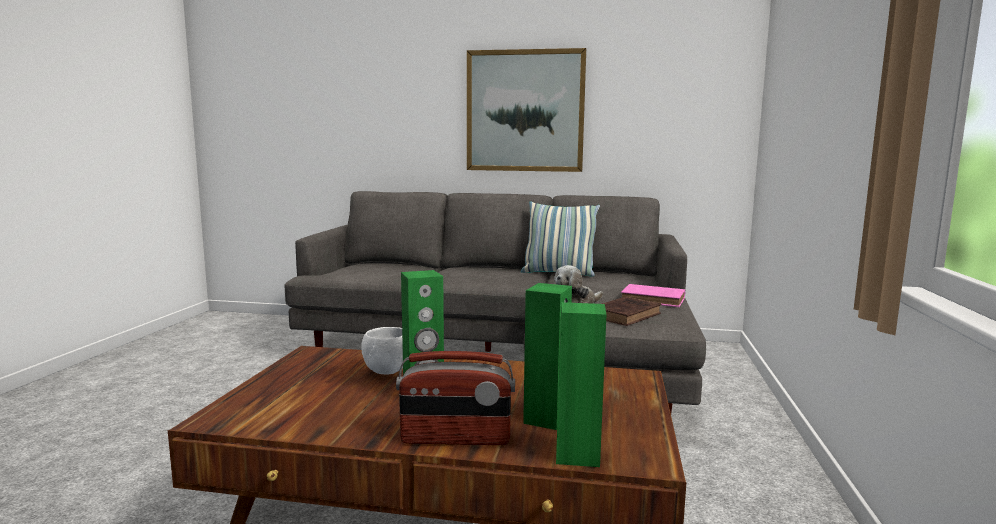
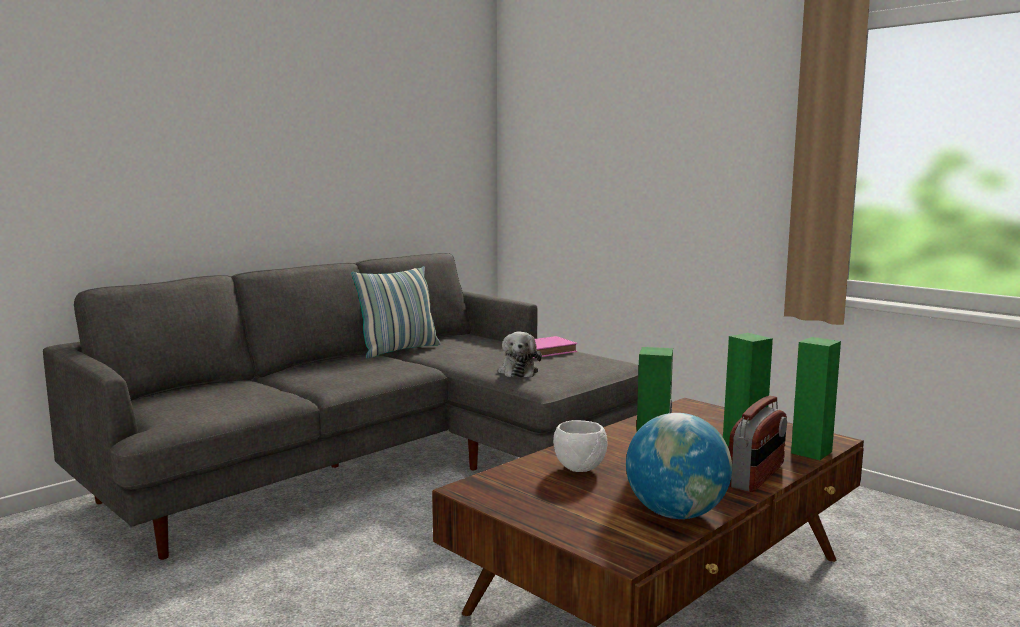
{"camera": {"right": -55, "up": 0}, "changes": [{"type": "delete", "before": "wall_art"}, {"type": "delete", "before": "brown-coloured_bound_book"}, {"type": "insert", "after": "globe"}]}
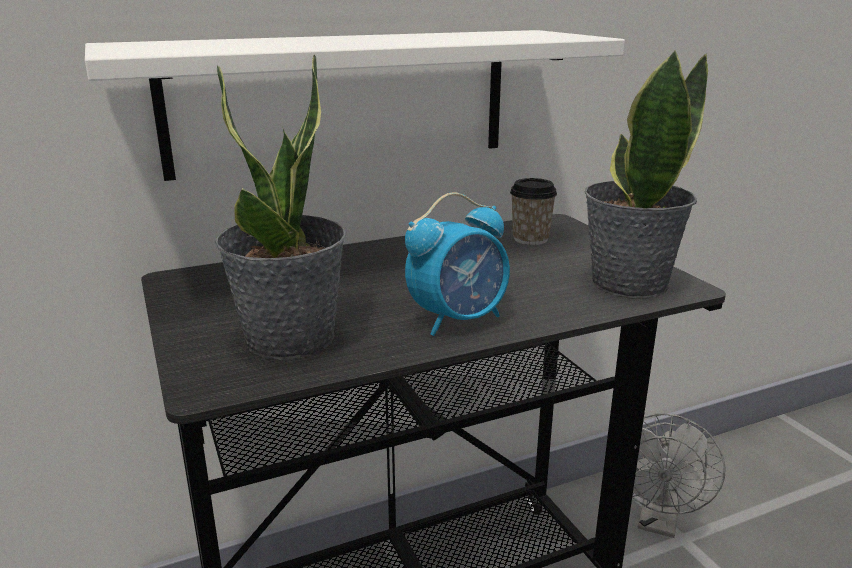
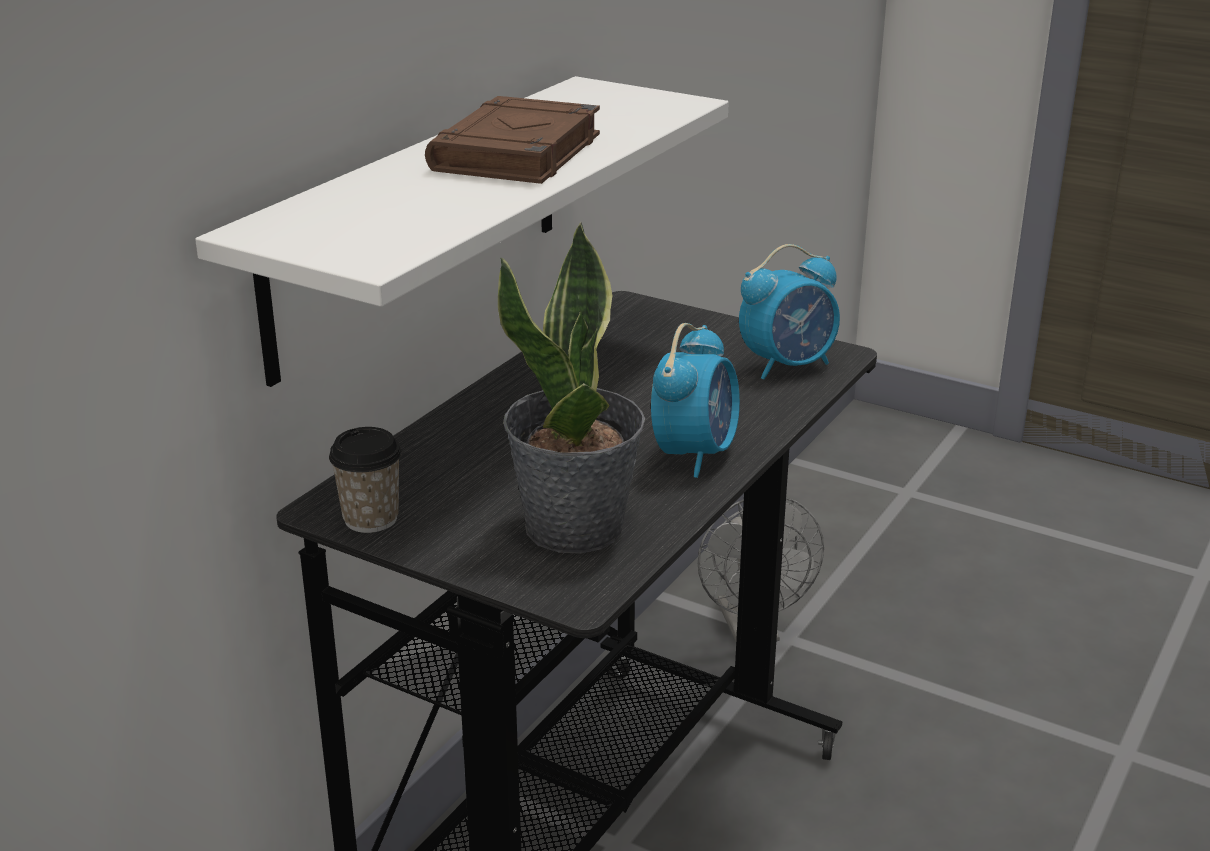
{"camera": {"right": -35, "up": 5}, "changes": [{"type": "insert", "after": "brown-coloured_bound_book"}, {"type": "move", "before": "cup"}, {"type": "replace", "before": "plant_in_a_pot (2nd from left)", "after": "bedside_clock (2nd from left)"}]}
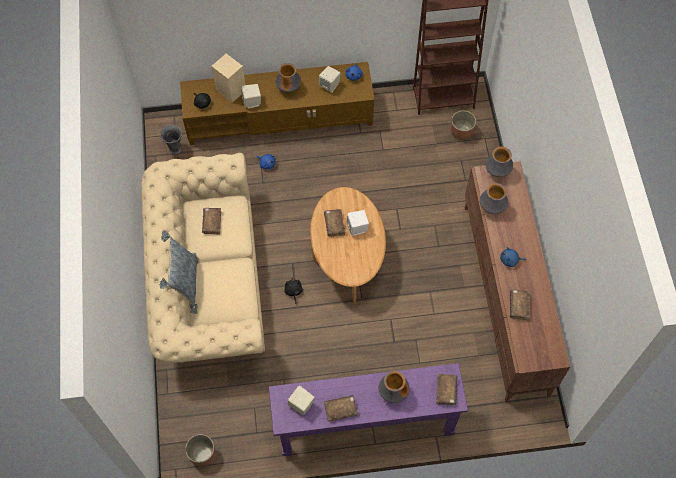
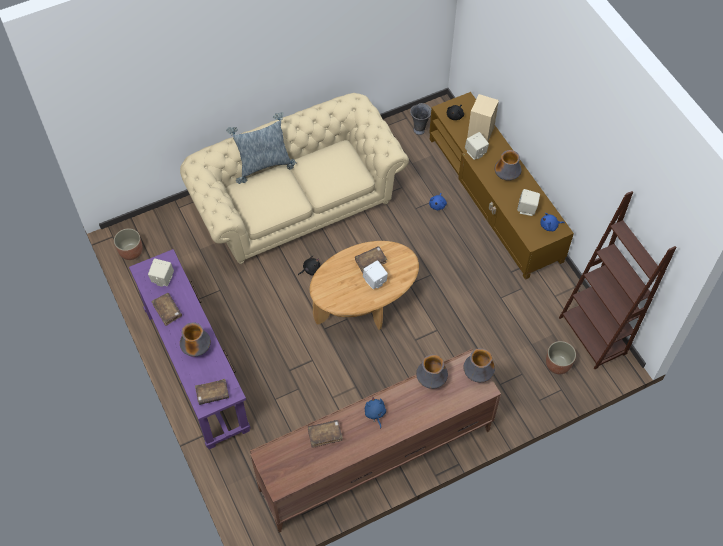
{"camera": {"right": 70, "up": -5}, "changes": [{"type": "delete", "before": "brown-coloured_bound_book (1st from left)"}]}
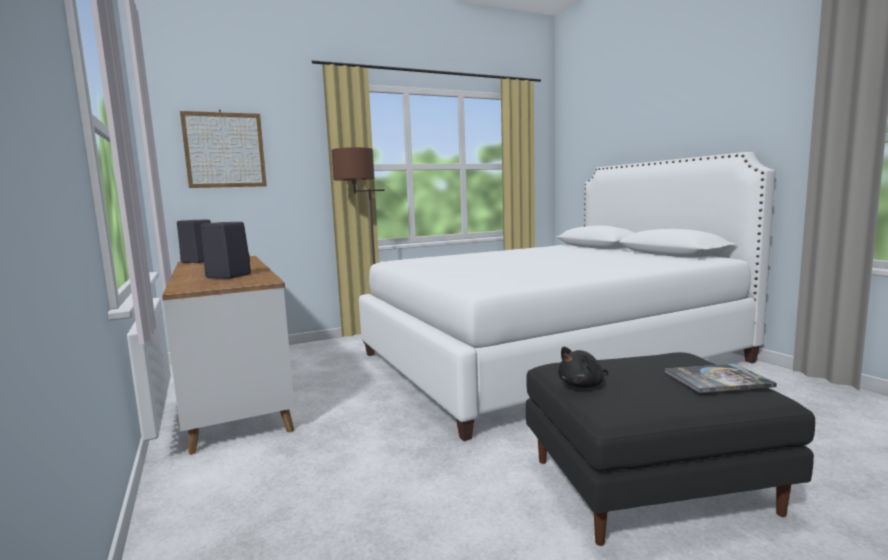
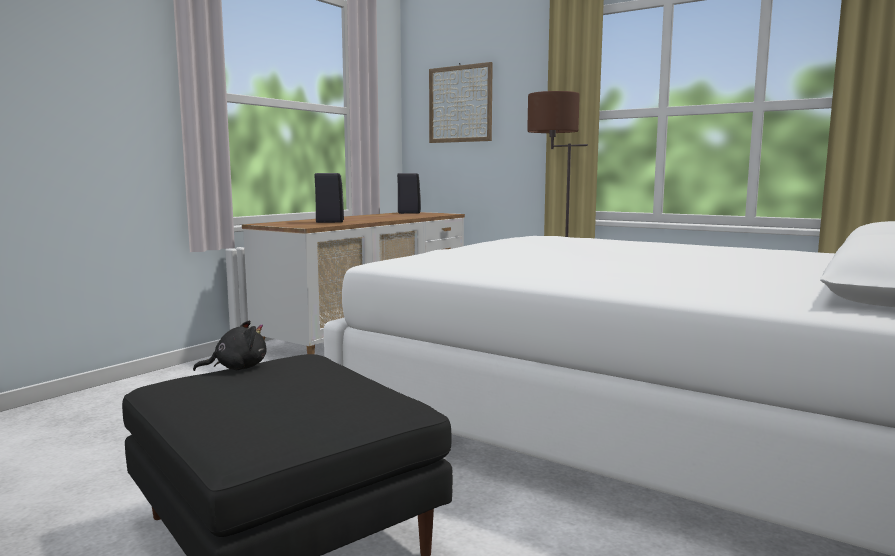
{"camera": {"right": 60, "up": 0}, "changes": [{"type": "delete", "before": "bound_book"}, {"type": "rotate", "before": "black-coloured_cuddly_toy", "turn": 120}]}
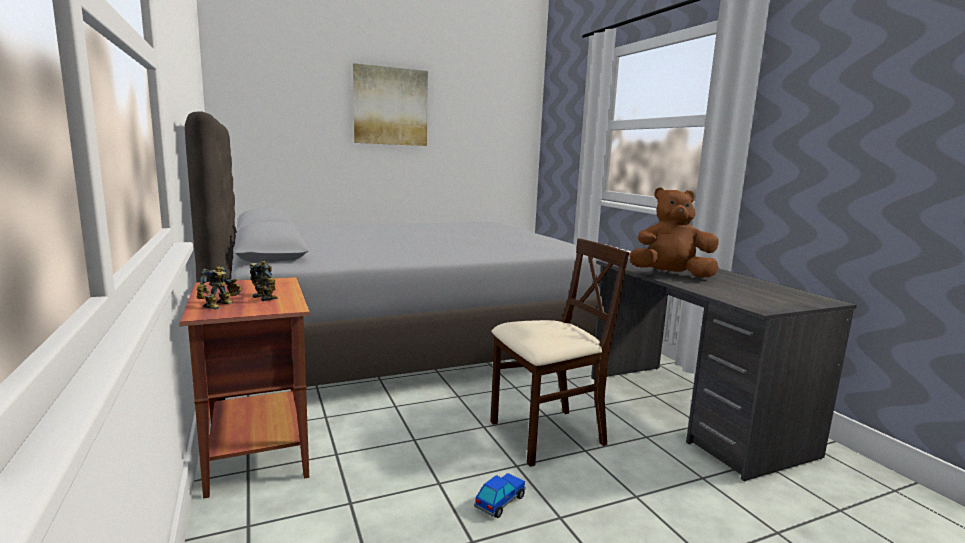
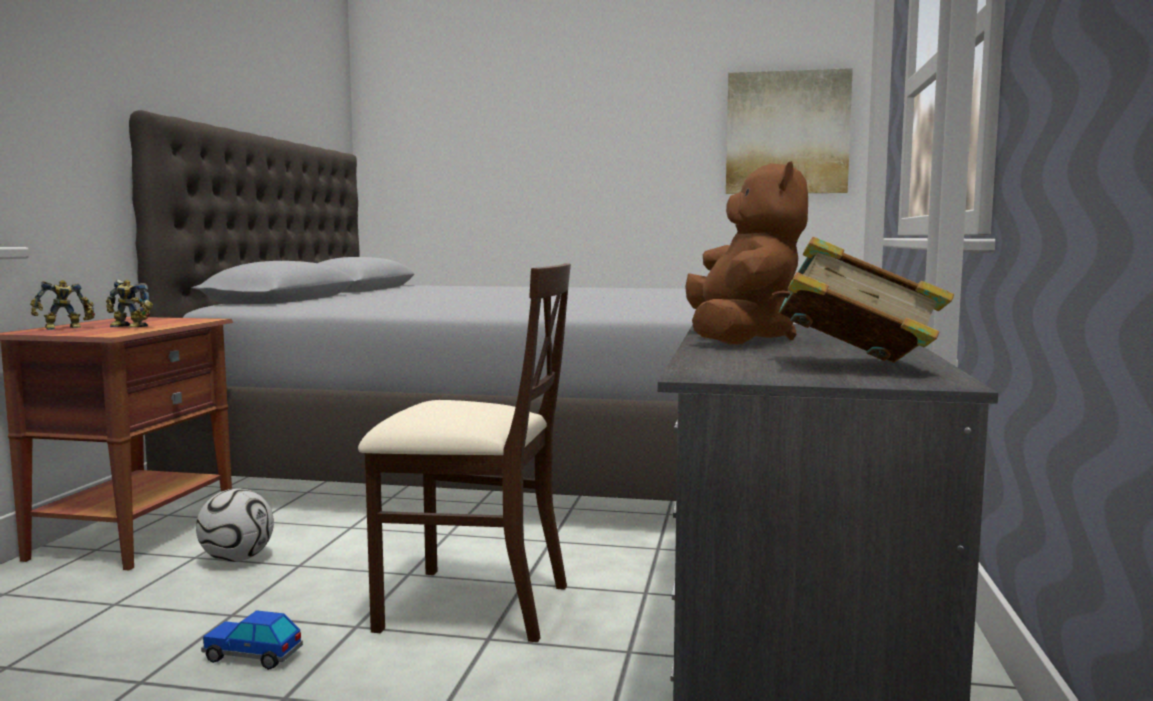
{"camera": {"right": 35, "up": -5}, "changes": [{"type": "insert", "after": "ball_for_football"}, {"type": "insert", "after": "bound_book"}, {"type": "move", "before": "wall_art"}, {"type": "rotate", "before": "model_robot (2nd from left)", "turn": 120}, {"type": "rotate", "before": "toy_car", "turn": -150}, {"type": "rotate", "before": "brown-coloured_cuddly_toy", "turn": 60}]}
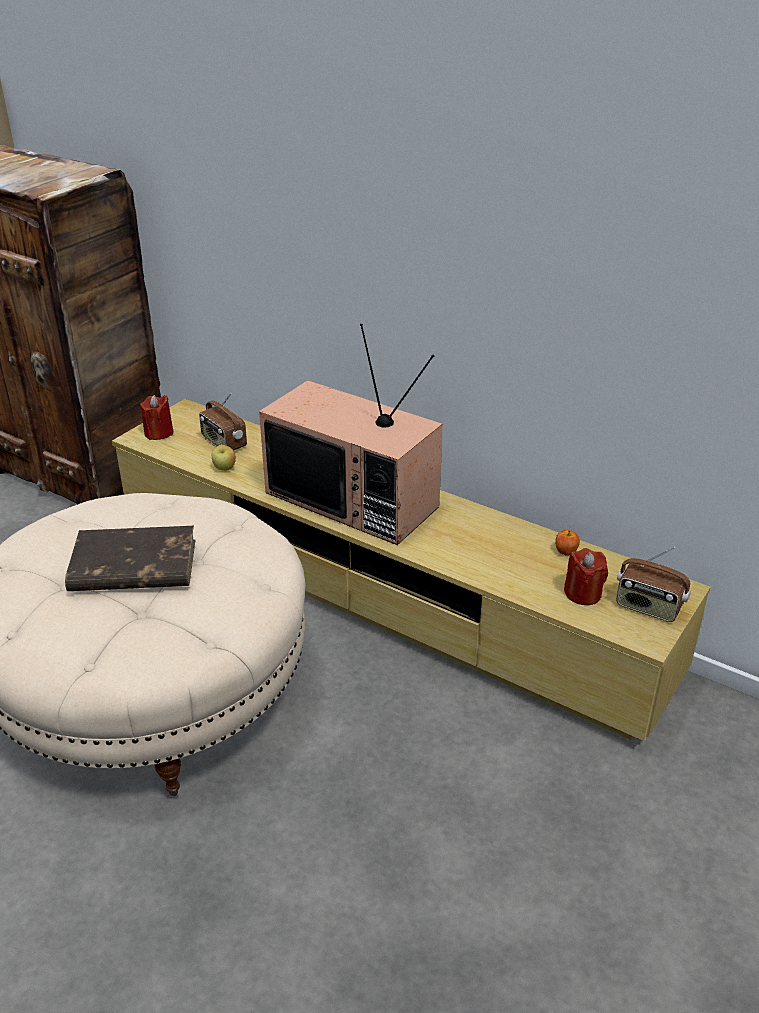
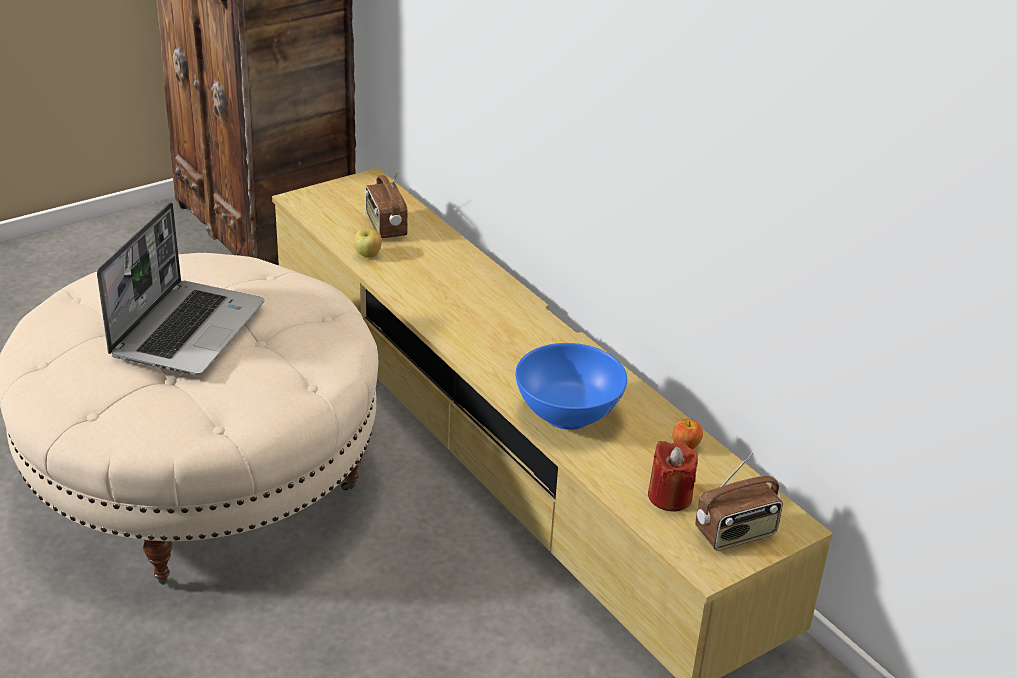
{"camera": {"right": 20, "up": 0}, "changes": [{"type": "delete", "before": "red_wax_candle (1st from left)"}, {"type": "delete", "before": "TV_set"}, {"type": "insert", "after": "blue-coloured_bowl"}, {"type": "replace", "before": "brown-coloured_bound_book", "after": "notebook_computer"}, {"type": "rotate", "before": "radio_set (2nd from left)", "turn": -75}]}
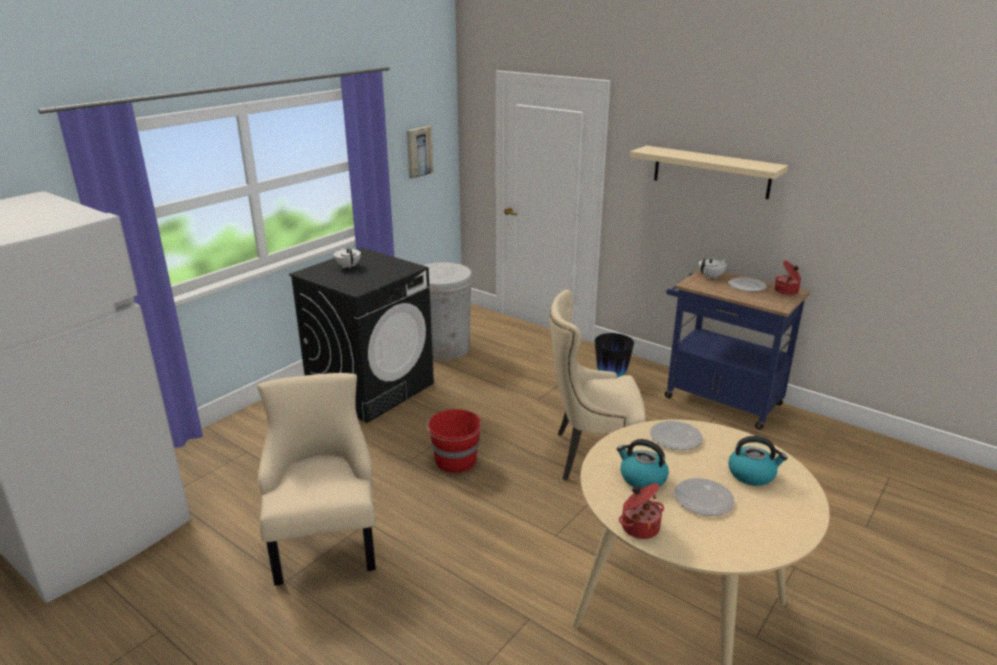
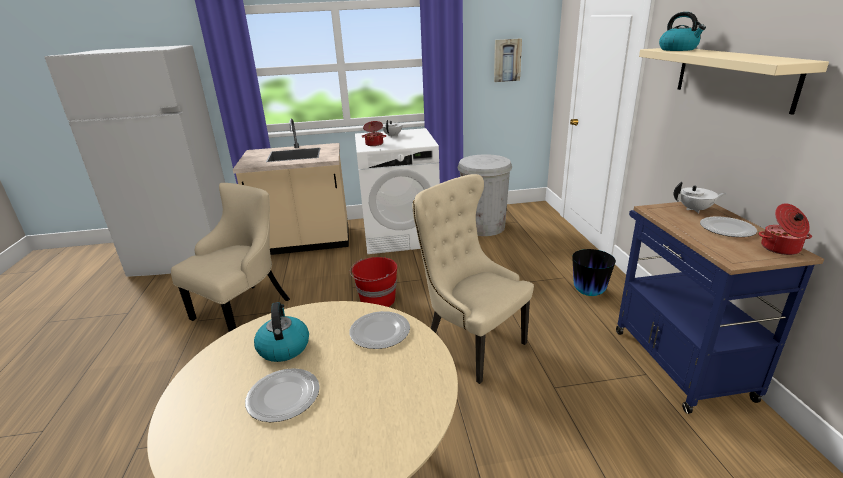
{"camera": {"right": 45, "up": 0}, "changes": [{"type": "insert", "after": "beige_kitchen_counter"}, {"type": "move", "before": "saucepot (1st from left)"}, {"type": "move", "before": "kettle (2nd from left)"}, {"type": "recolor", "before": "black-coloured_washing_machine", "after": "white-coloured_washing_machine"}]}
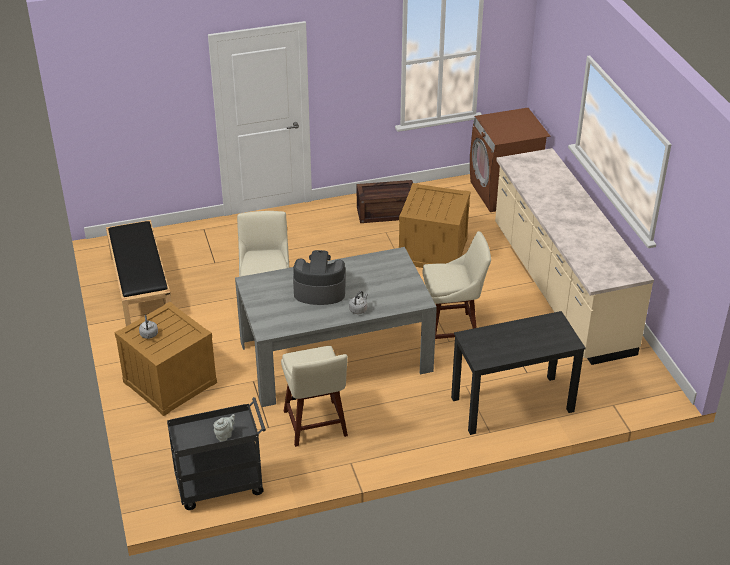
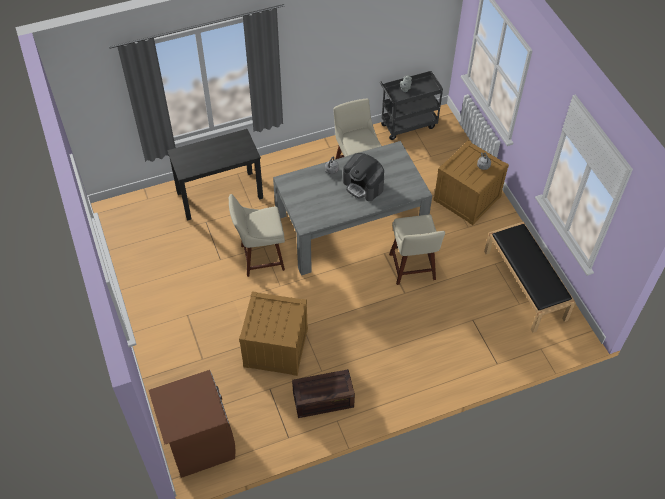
{"camera": {"right": 175, "up": 15}, "changes": [{"type": "delete", "before": "beige_kitchen_counter"}, {"type": "rotate", "before": "coffee_maker", "turn": 45}]}
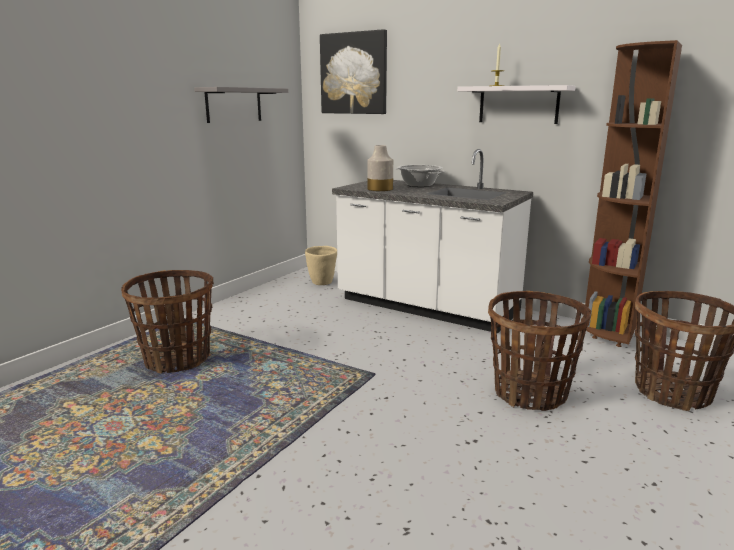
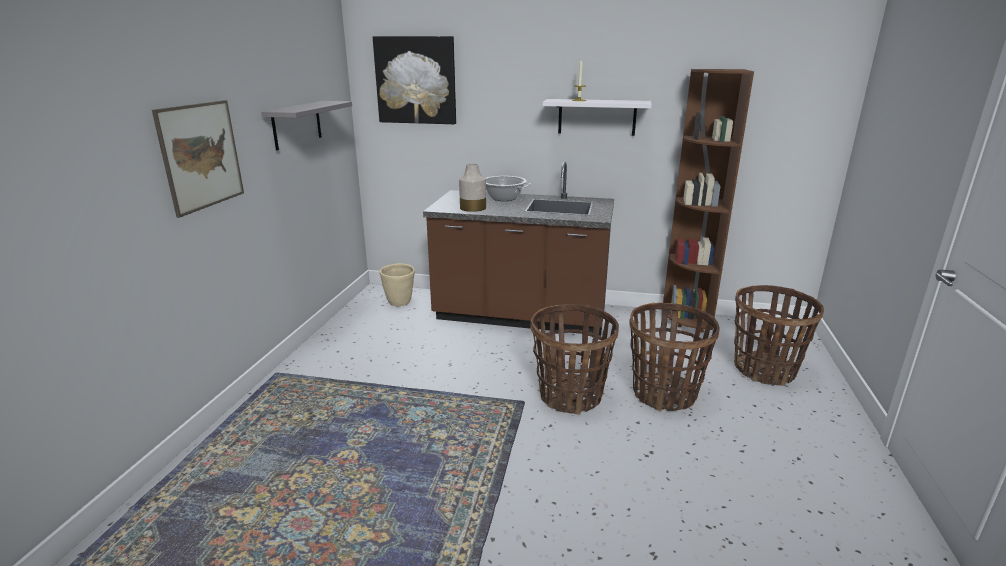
{"camera": {"right": -20, "up": 5}, "changes": [{"type": "insert", "after": "wall_art (1st from left)"}, {"type": "move", "before": "storage_basket (1st from left)"}, {"type": "recolor", "before": "white-coloured_kitchen_counter", "after": "brown-coloured_kitchen_counter"}]}
